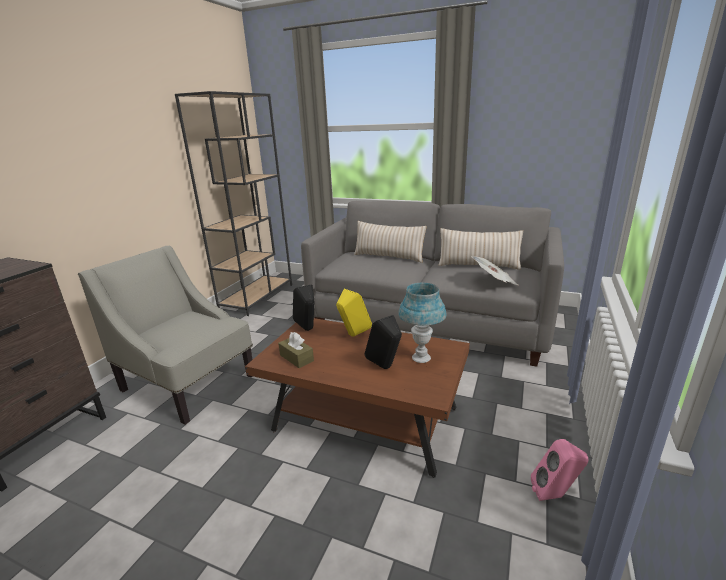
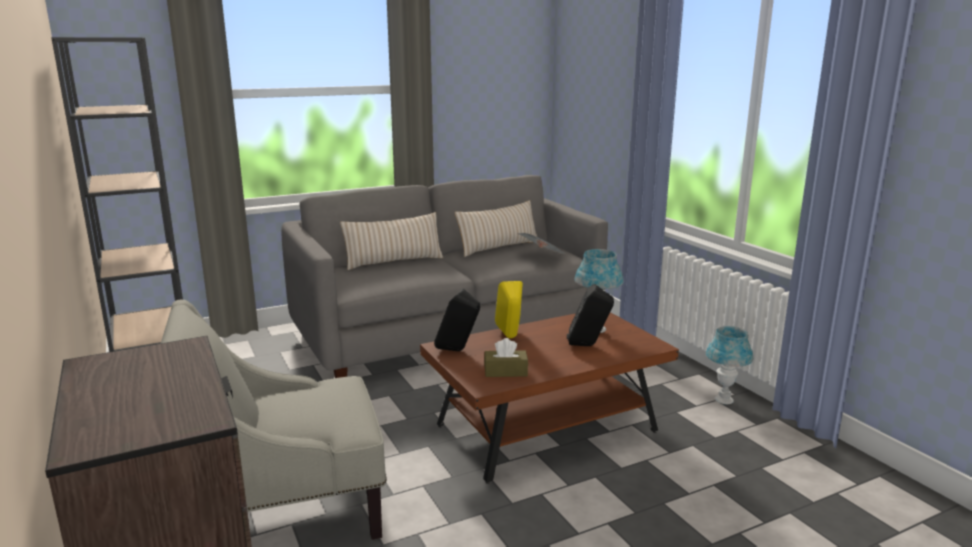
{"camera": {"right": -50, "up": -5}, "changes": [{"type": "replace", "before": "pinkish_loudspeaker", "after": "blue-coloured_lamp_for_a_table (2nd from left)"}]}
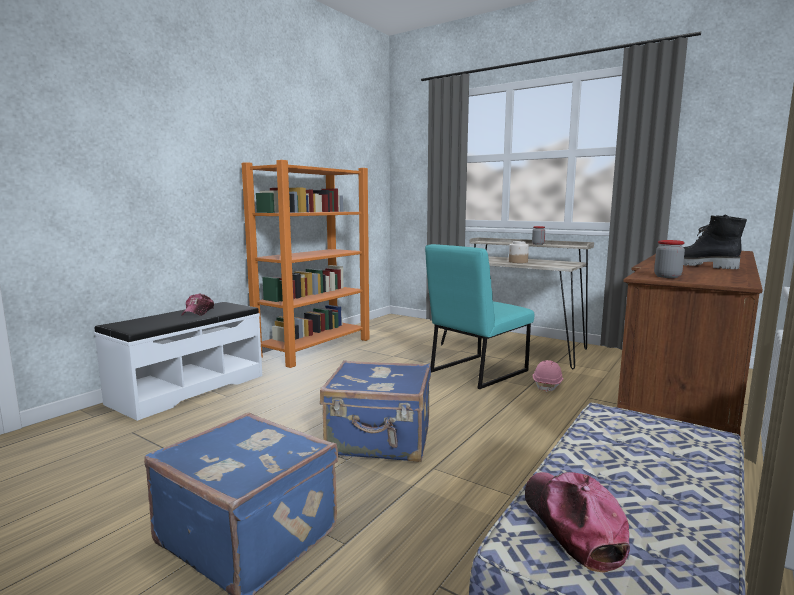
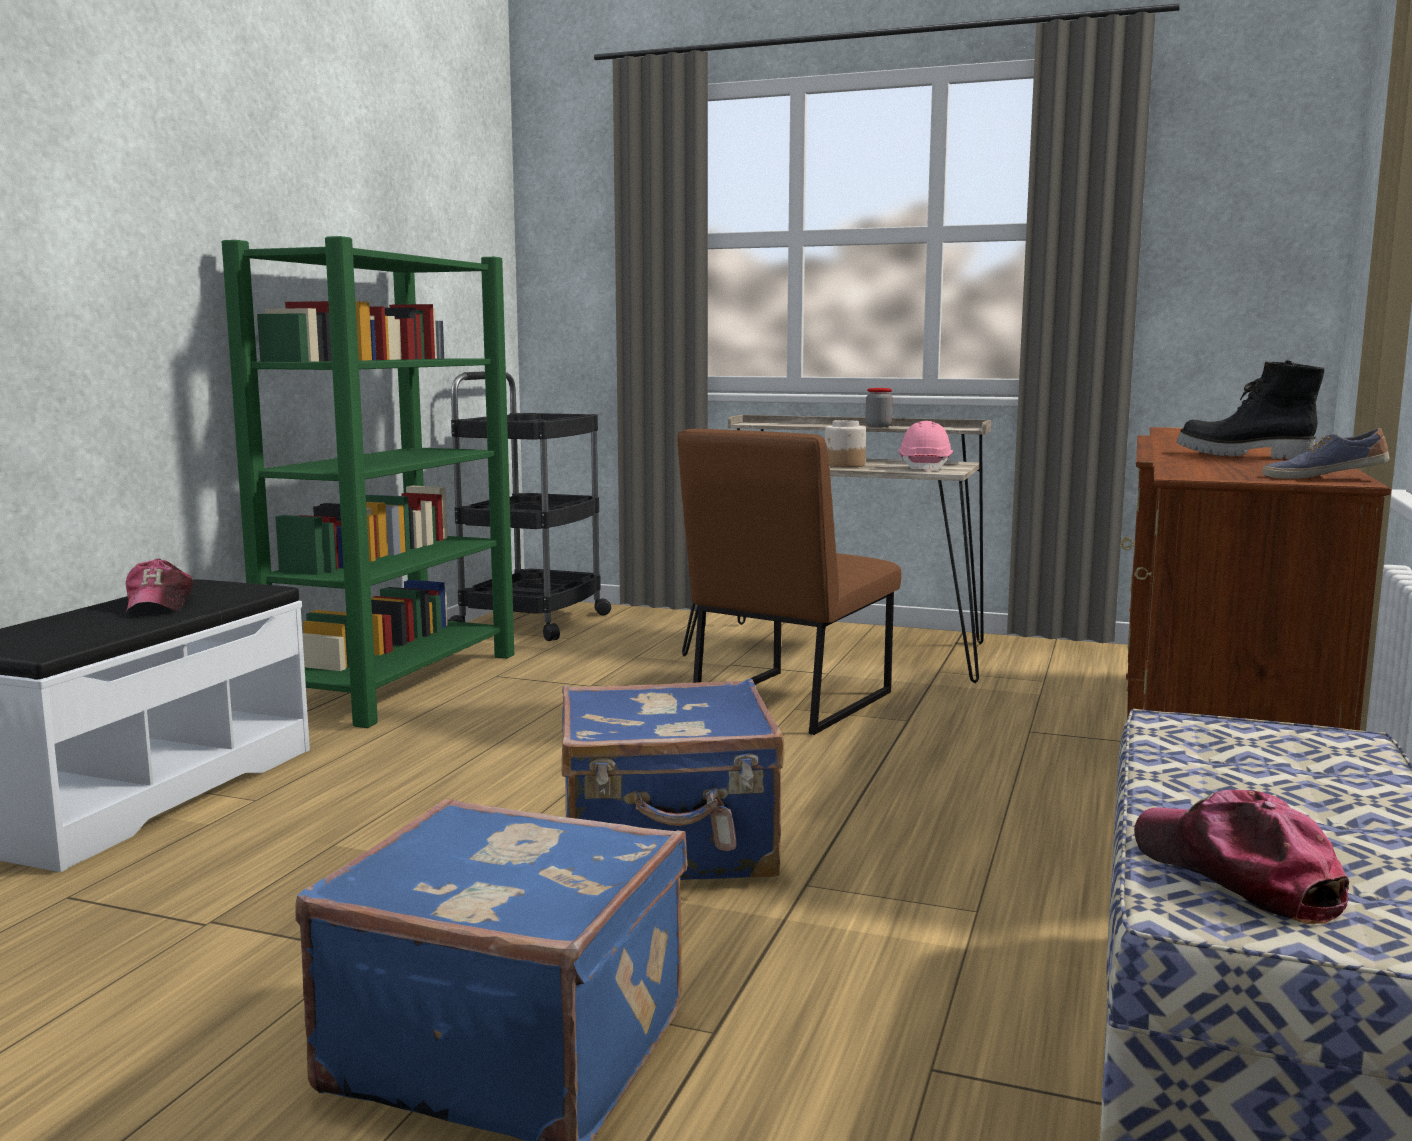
{"camera": {"right": -15, "up": 0}, "changes": [{"type": "delete", "before": "storage_jar (3rd from left)"}, {"type": "insert", "after": "black-coloured_wheeled_cart"}, {"type": "insert", "after": "item_of_footwear"}, {"type": "move", "before": "pinkish_work_helmet"}, {"type": "recolor", "before": "orange-coloured_bookshelf", "after": "green_bookshelf"}, {"type": "recolor", "before": "blue-green_plain_chair", "after": "brown-coloured_plain_chair"}]}
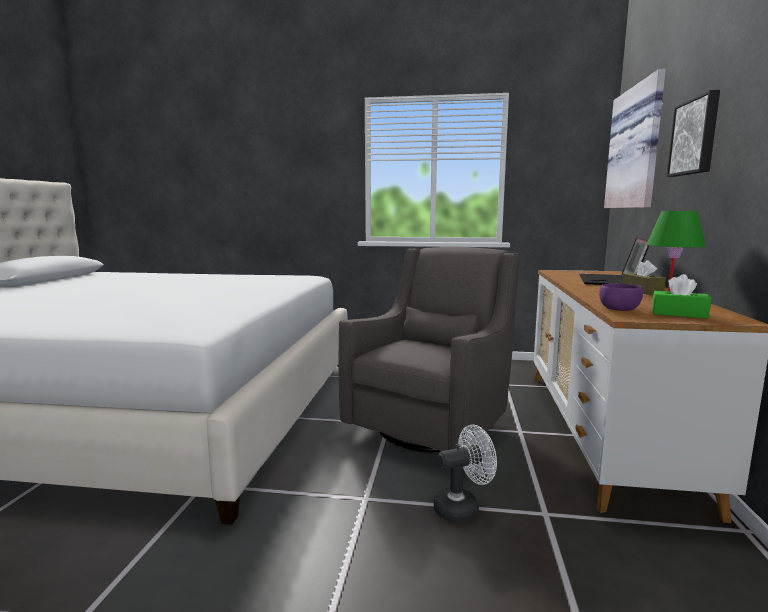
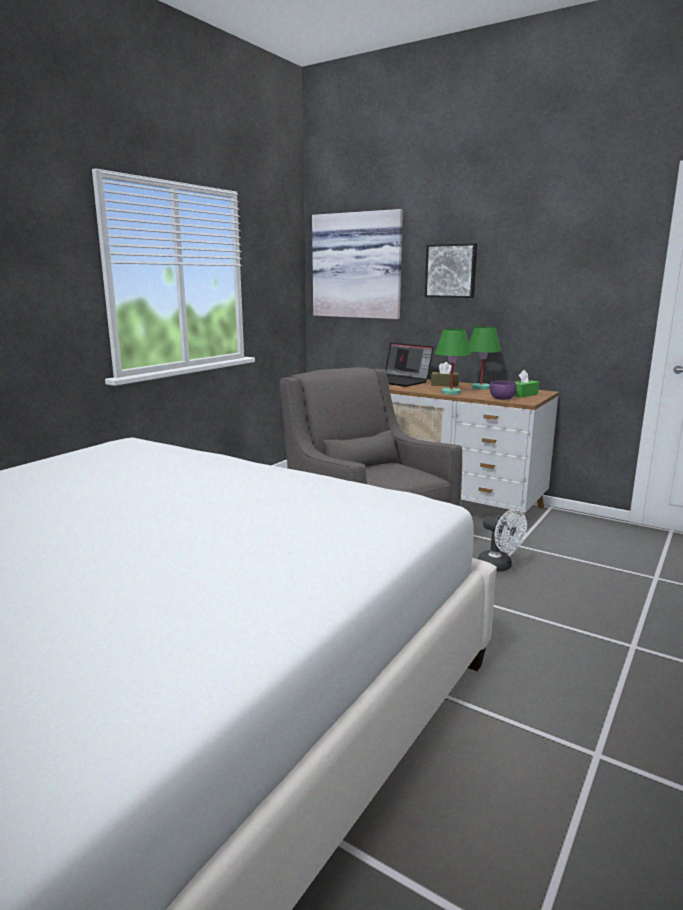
{"camera": {"right": -65, "up": 5}, "changes": [{"type": "insert", "after": "green_lamp_for_a_table (1st from left)"}, {"type": "rotate", "before": "white-coloured_cooling_fan", "turn": 135}]}
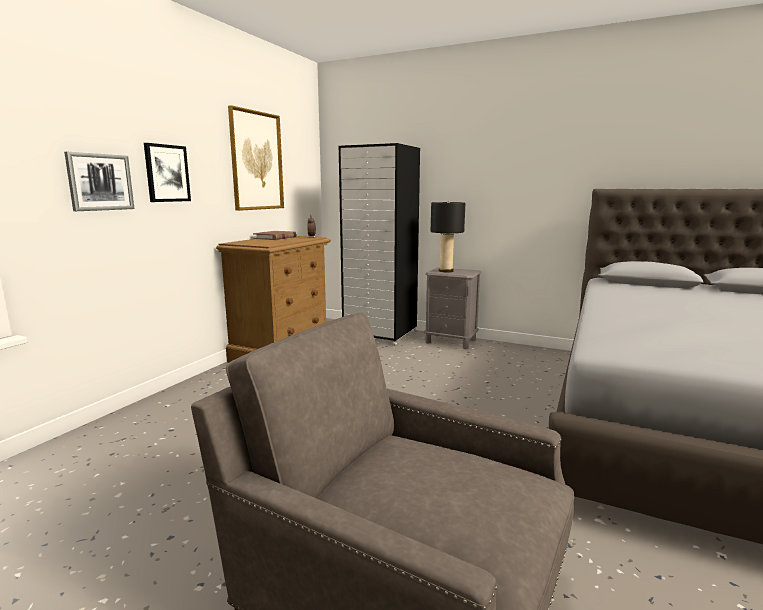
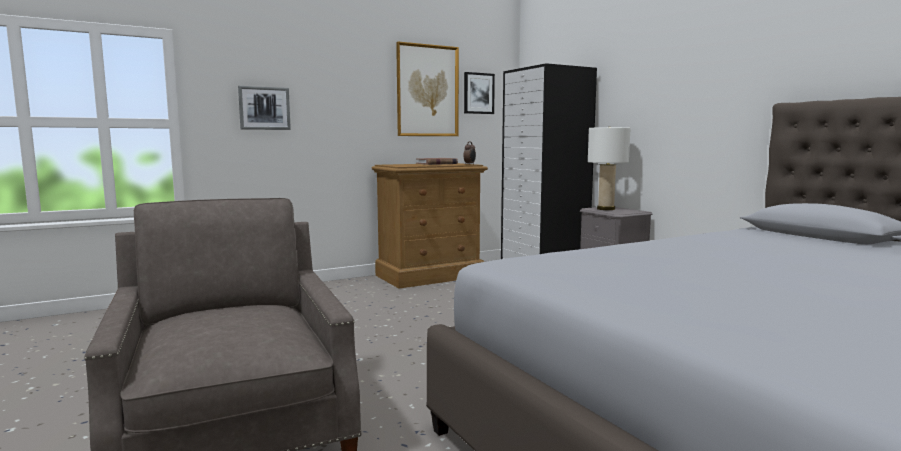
{"camera": {"right": 35, "up": -5}, "changes": [{"type": "move", "before": "wall_art (2nd from left in the first image)", "after": "wall_art (3rd from left)"}, {"type": "recolor", "before": "black-coloured_lamp_for_a_table", "after": "white-coloured_lamp_for_a_table"}]}
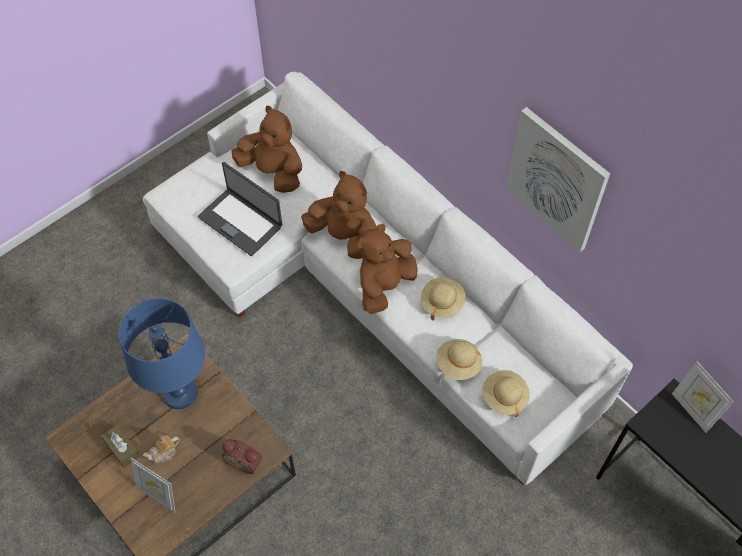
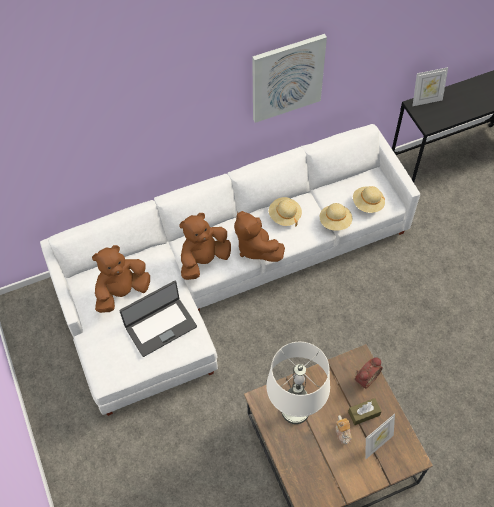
{"camera": {"right": -70, "up": 0}, "changes": [{"type": "move", "before": "brown-coloured_tissue_holder"}, {"type": "recolor", "before": "blue-coloured_lamp_for_a_table", "after": "white-coloured_lamp_for_a_table"}]}
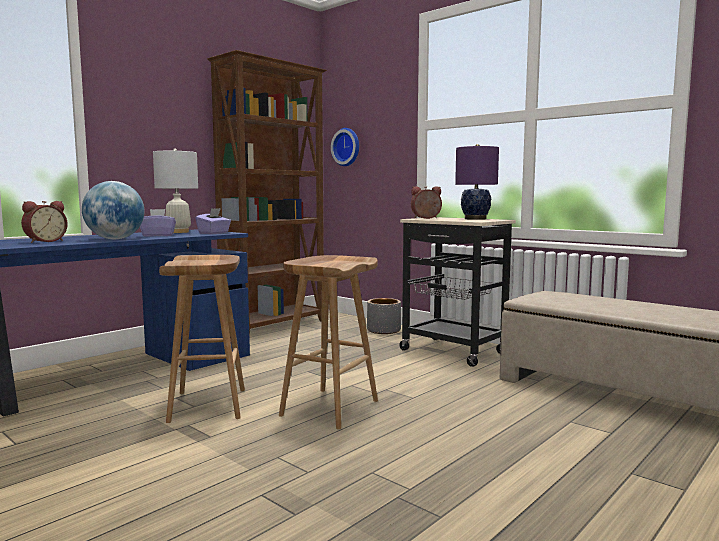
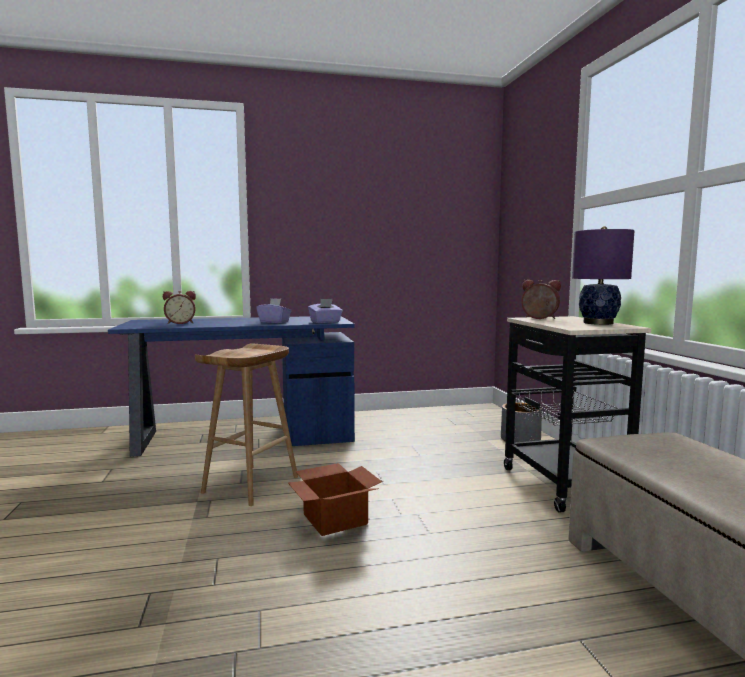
{"camera": {"right": 35, "up": 0}, "changes": [{"type": "delete", "before": "globe"}, {"type": "delete", "before": "white-coloured_lamp_for_a_table"}, {"type": "delete", "before": "brown-coloured_bookshelf"}, {"type": "delete", "before": "hanging_clock"}, {"type": "replace", "before": "brown-coloured_stool (2nd from left)", "after": "packing_box"}]}
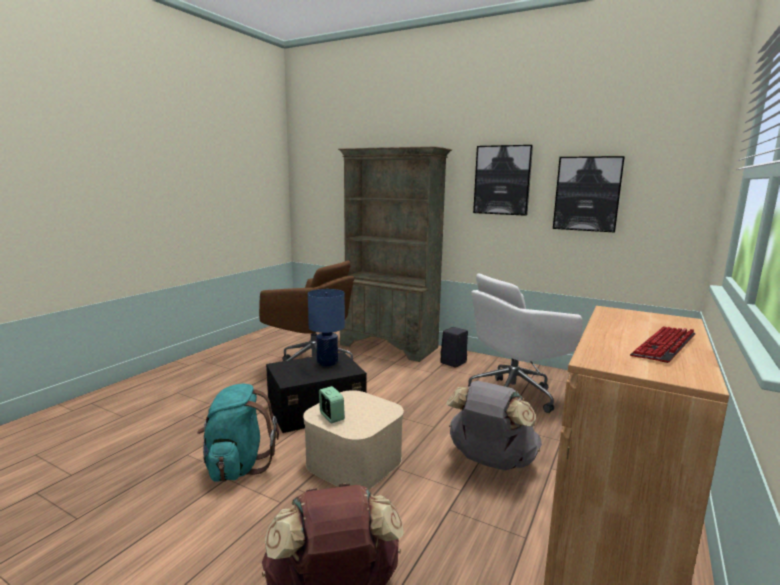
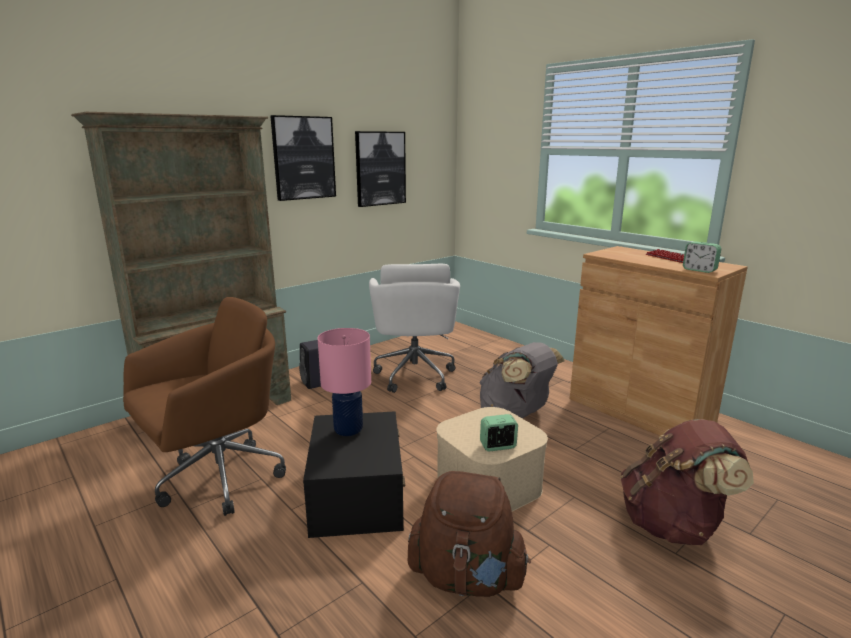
{"camera": {"right": -70, "up": 5}, "changes": [{"type": "insert", "after": "bedside_clock (2nd from left)"}, {"type": "recolor", "before": "blue-green_backpack", "after": "brown-coloured_backpack (1st from left)"}, {"type": "recolor", "before": "blue-coloured_lamp_for_a_table", "after": "pinkish_lamp_for_a_table"}]}
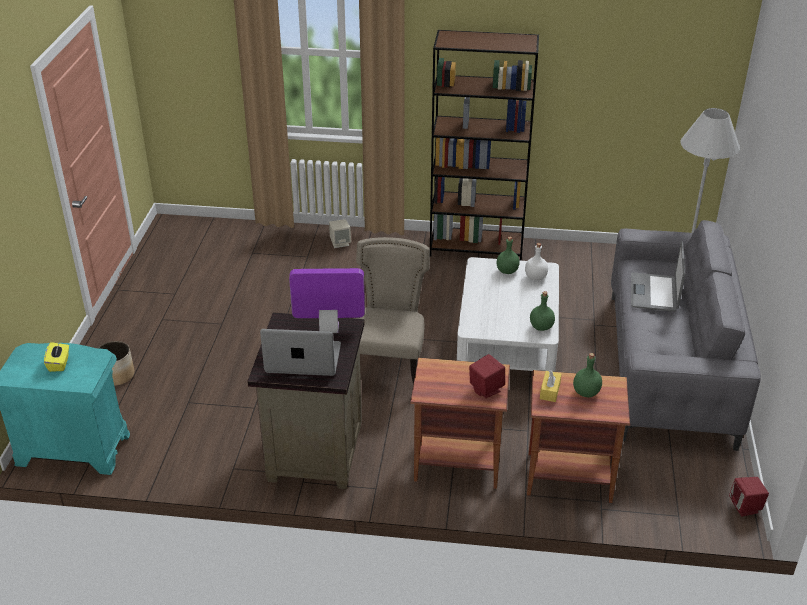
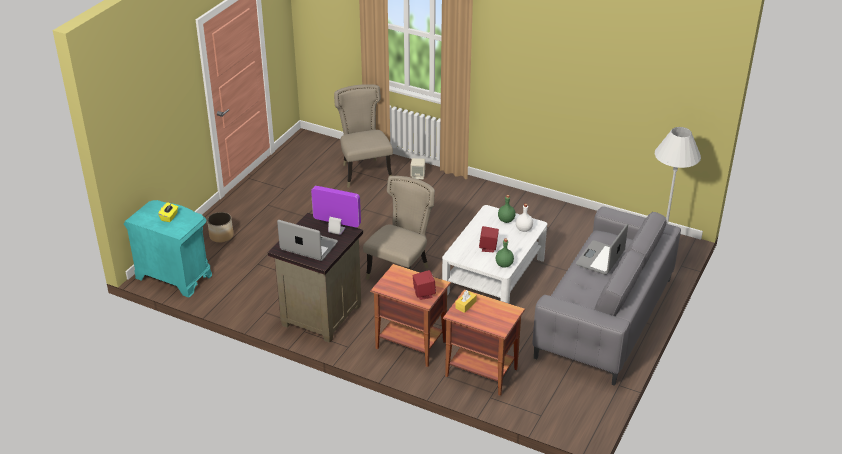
{"camera": {"right": 20, "up": 0}, "changes": [{"type": "delete", "before": "brown-coloured_bookshelf"}, {"type": "delete", "before": "green_beverage_bottle (3rd from left)"}, {"type": "insert", "after": "beige_plain_chair (1st from left)"}, {"type": "move", "before": "red_loudspeaker (2nd from left)"}]}
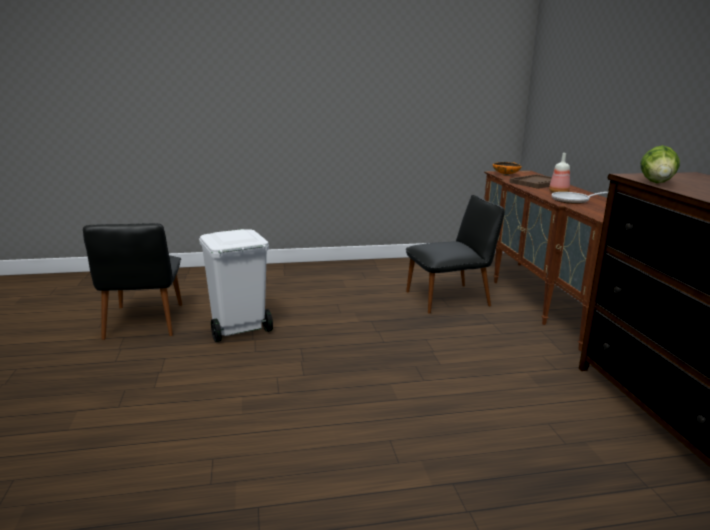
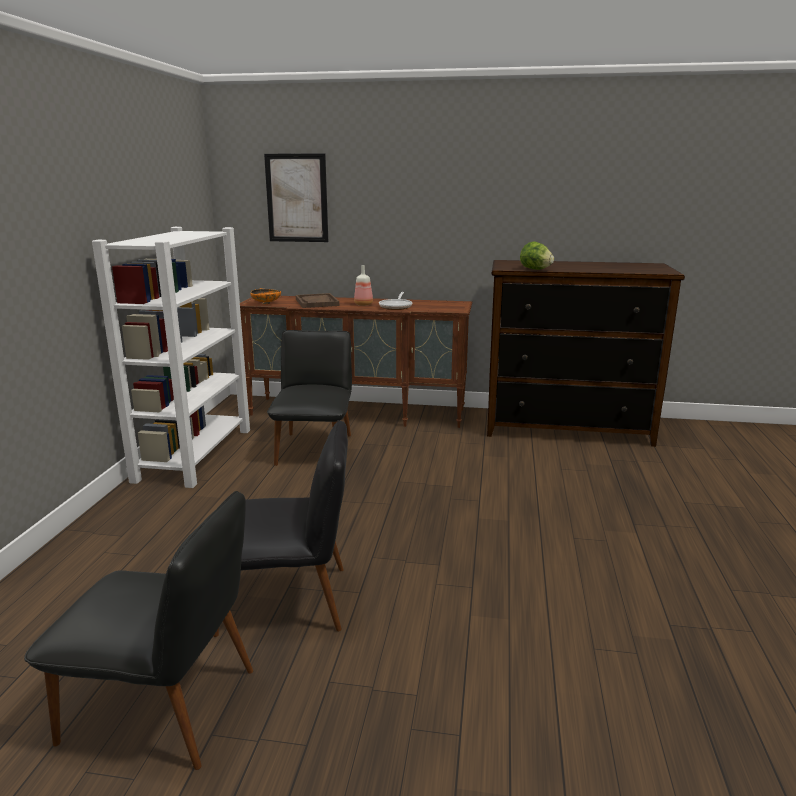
{"camera": {"right": -70, "up": 0}, "changes": [{"type": "insert", "after": "white-coloured_bookshelf"}, {"type": "insert", "after": "wall_art"}, {"type": "replace", "before": "white-coloured_rubbish_bin", "after": "black-coloured_plain_chair (2nd from left)"}]}
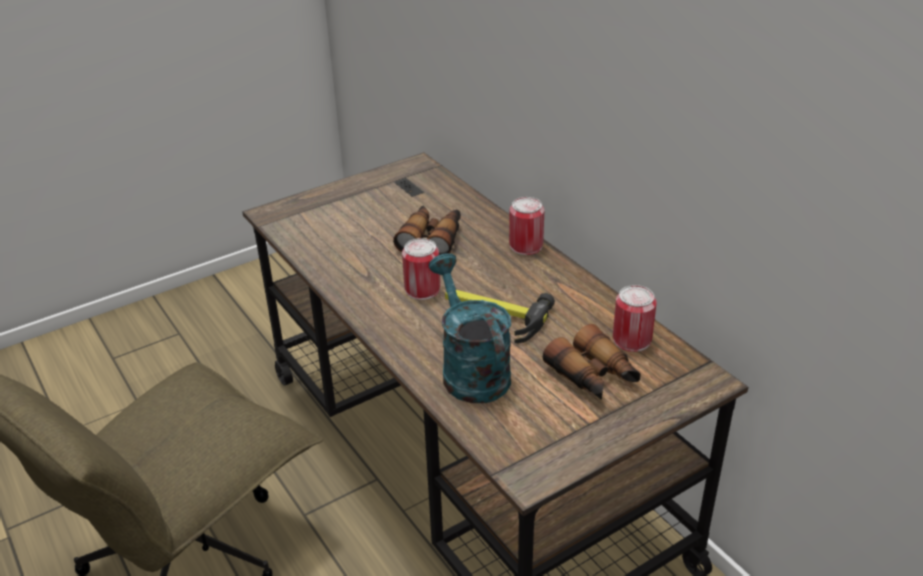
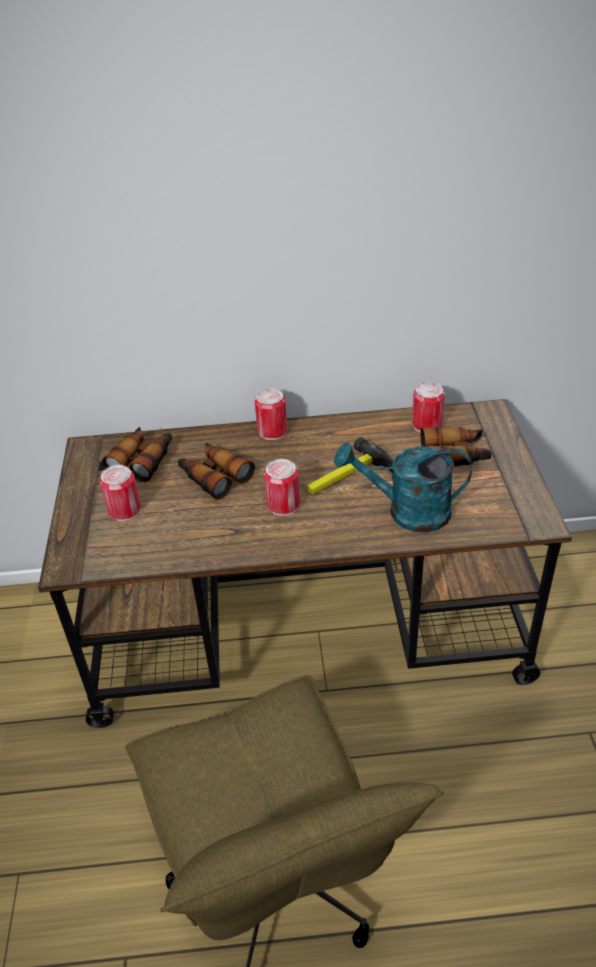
{"camera": {"right": -60, "up": 5}, "changes": [{"type": "insert", "after": "can (1st from left)"}, {"type": "insert", "after": "binoculars (1st from left)"}]}
